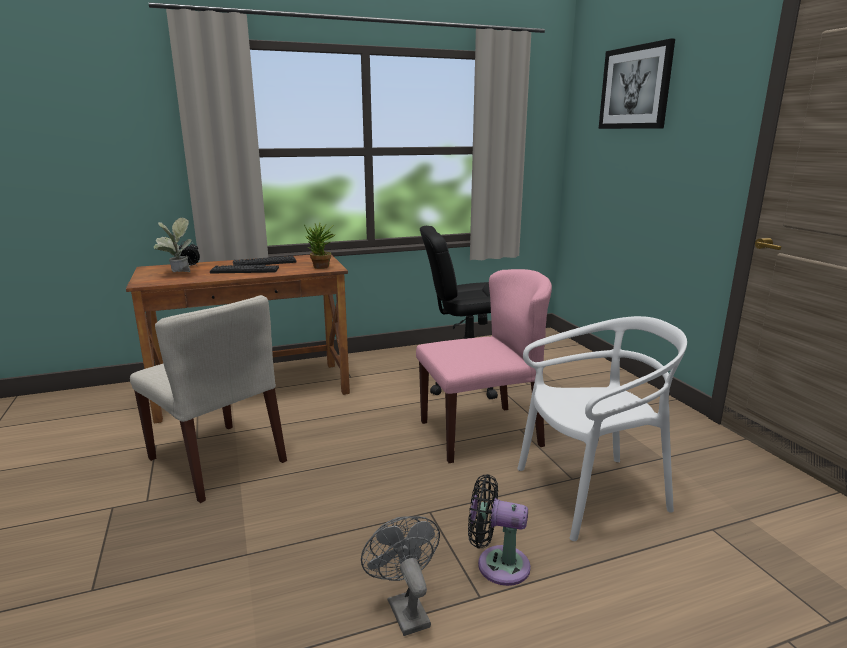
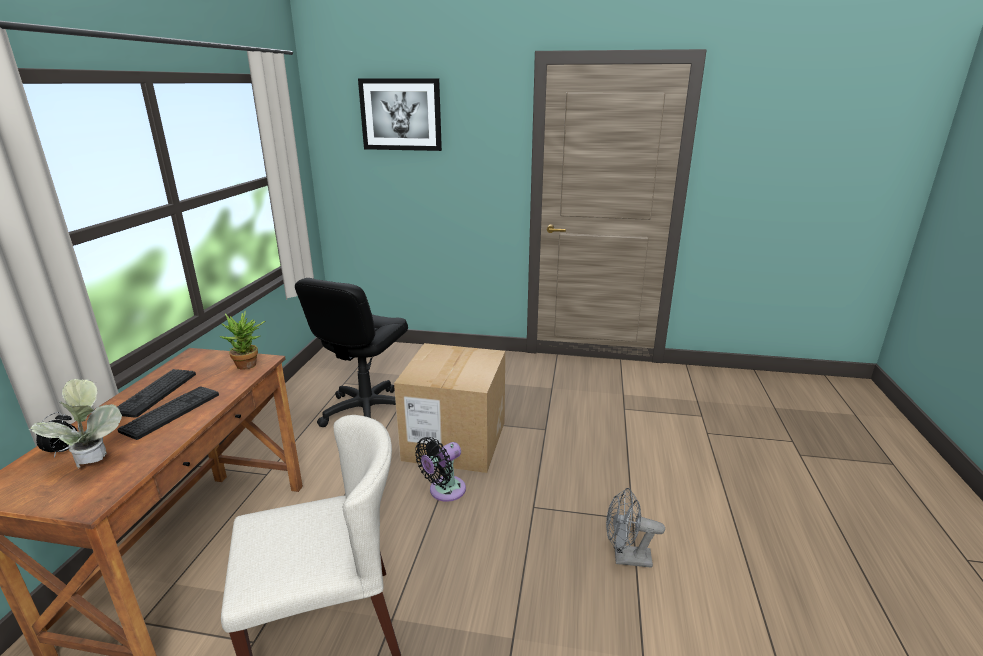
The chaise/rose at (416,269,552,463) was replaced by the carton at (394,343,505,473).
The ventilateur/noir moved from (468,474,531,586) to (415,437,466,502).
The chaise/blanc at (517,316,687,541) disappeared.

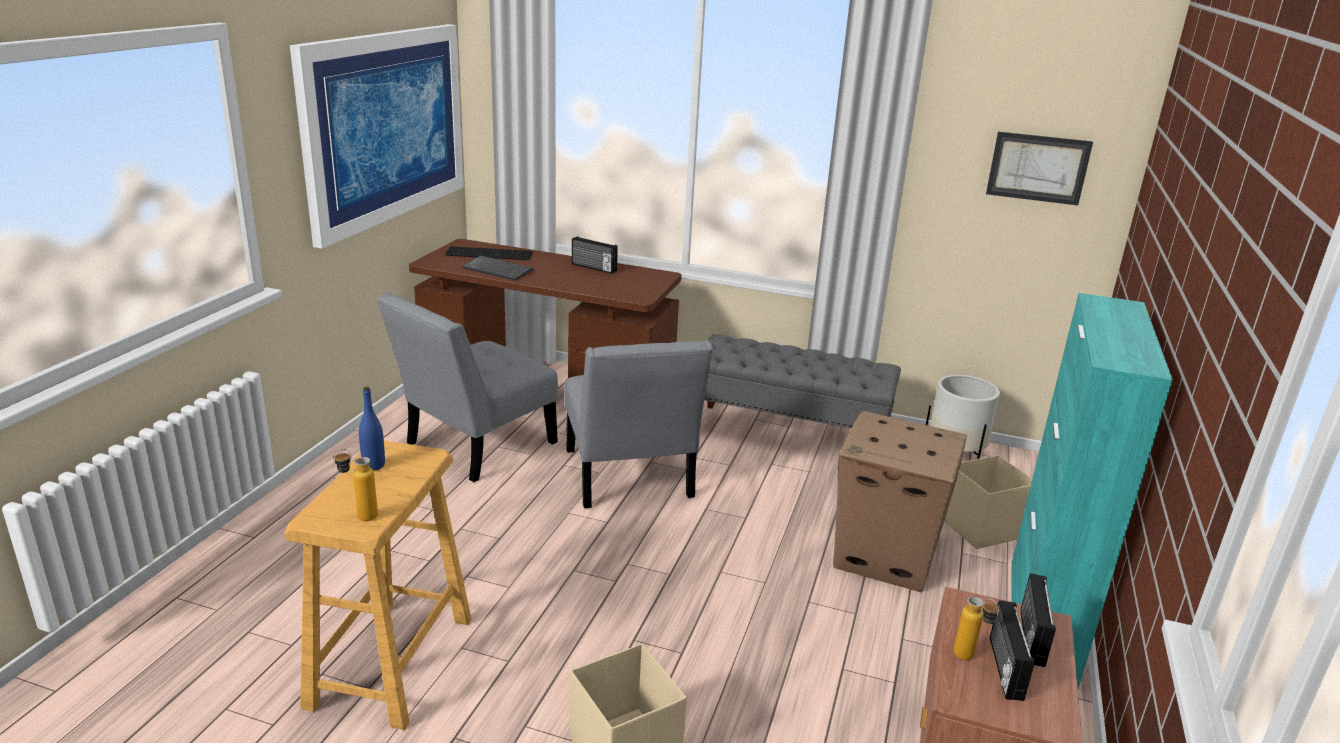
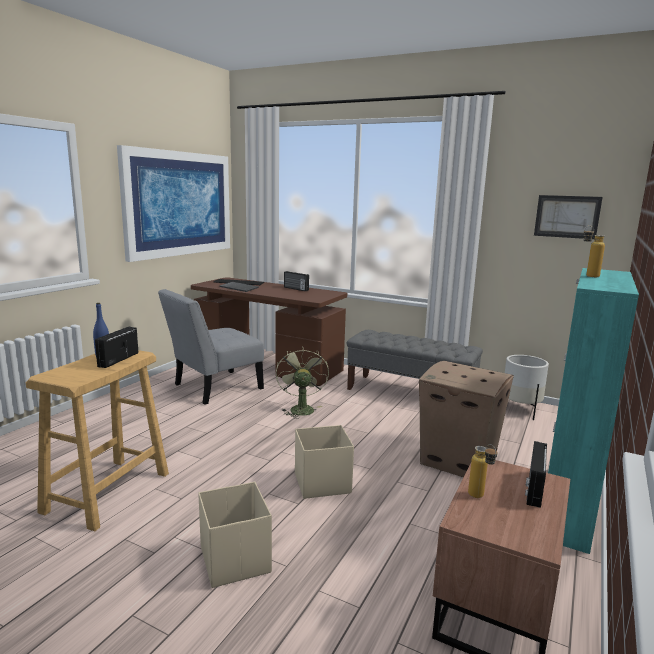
The radio moved from (990,600,1035,701) to (95,327,138,368).
The chaise/gris at (564,340,713,508) was replaced by the ventilateur/vert at (276,347,329,419).
The boîte de rangement/beige moved from (944,455,1032,549) to (295,425,354,499).
The bouteille moved from (333,449,378,521) to (583,226,605,277).

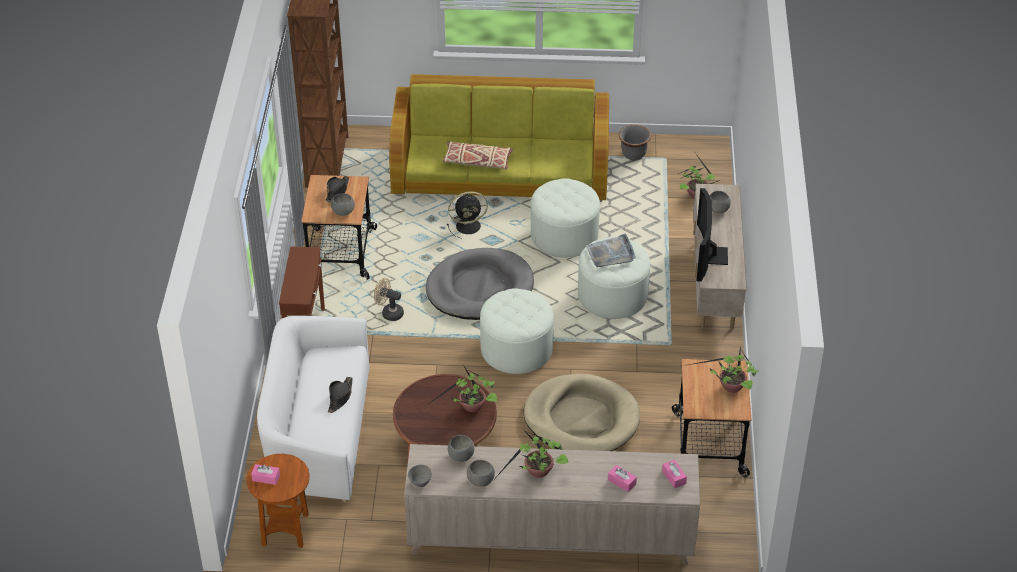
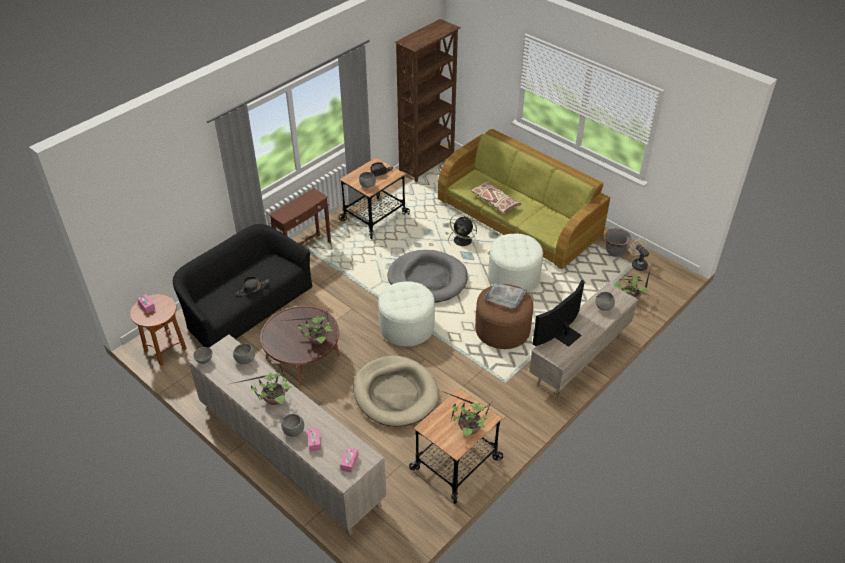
The canapé/blanc at (257,316,370,502) became the canapé/noir at (173,224,313,348).
The bol/gris moved from (467,460,495,487) to (281,414,304,437).
The pouf/blanc at (578,236,650,319) became the pouf/marron at (475,284,533,349).
The ventilateur/beige moved from (374,278,404,321) to (629,238,649,271).

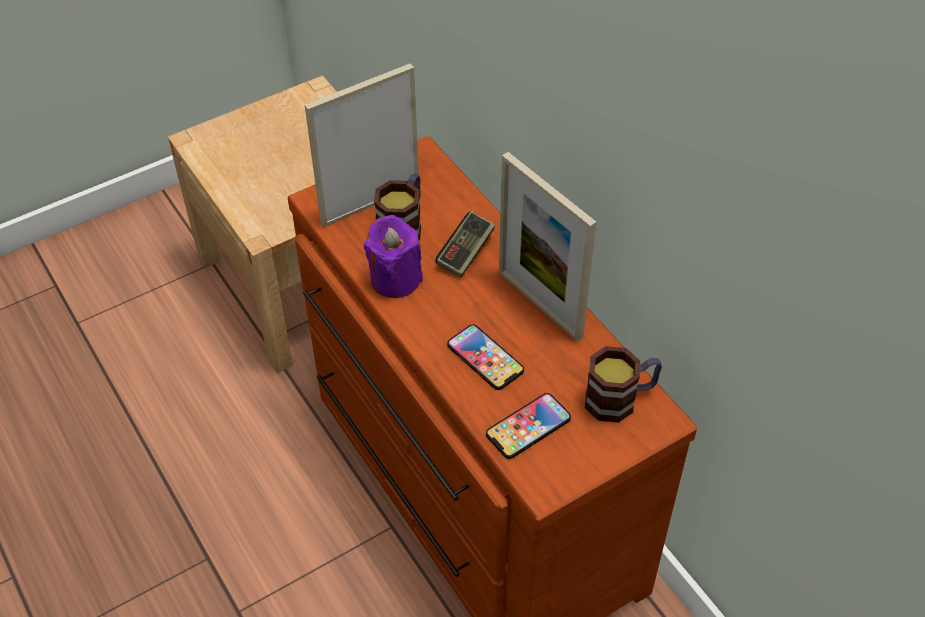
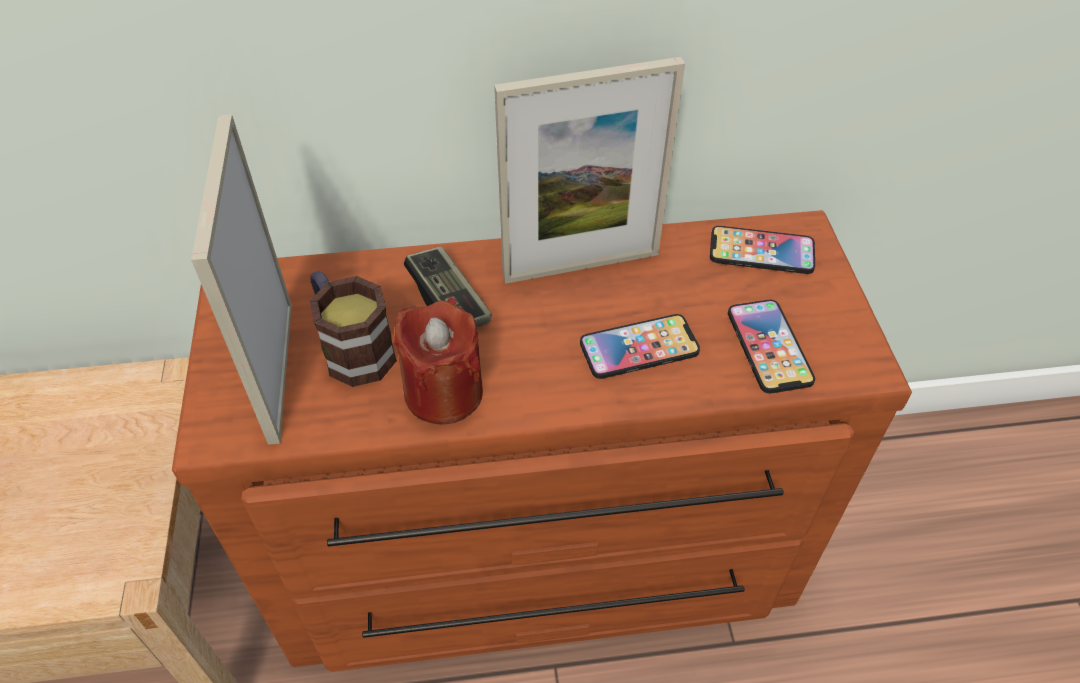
The bougie/violet at (364,215,423,298) became the bougie/rouge at (394,300,483,424).
The mug at (585,346,662,423) was replaced by the téléphone at (710,226,815,274).

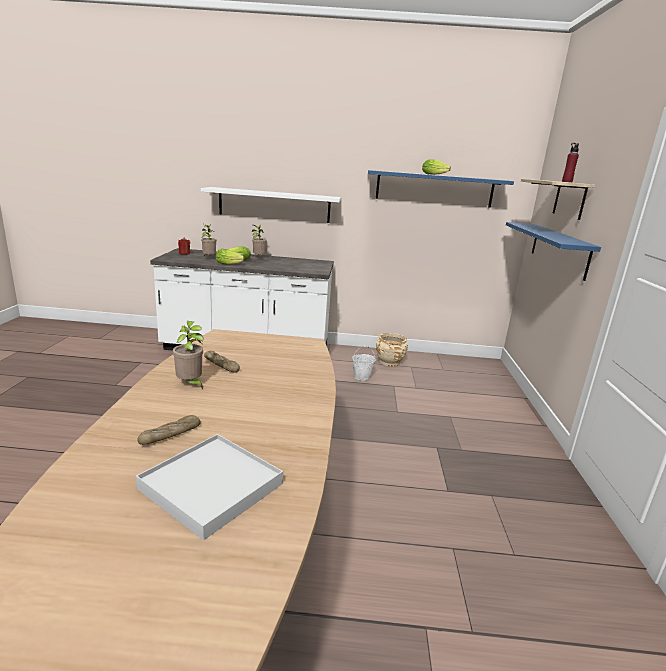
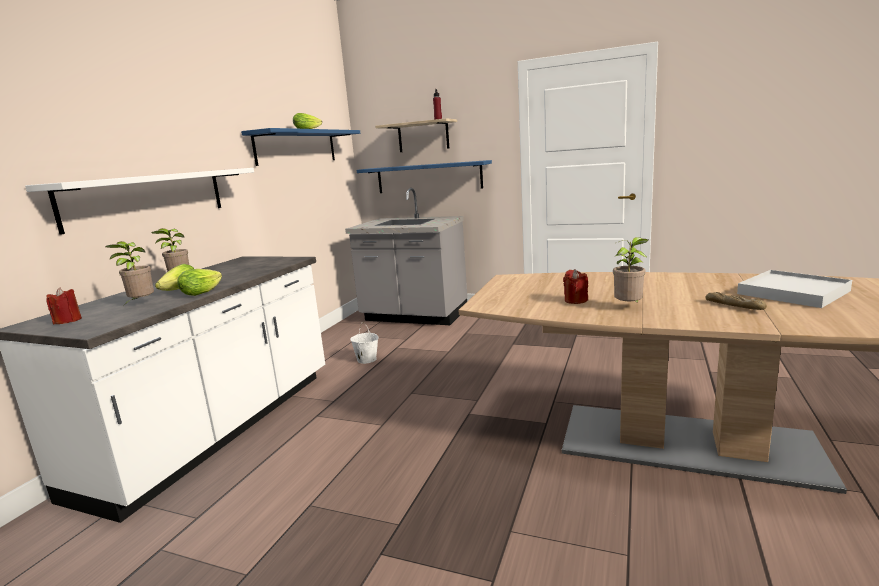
The comptoir de cuisine/gris at (345,188,467,325) appeared.
The pain at (204,351,240,373) was replaced by the bougie/rouge at (563,269,588,304).
The cache-pot/beige at (376,333,408,366) disappeared.

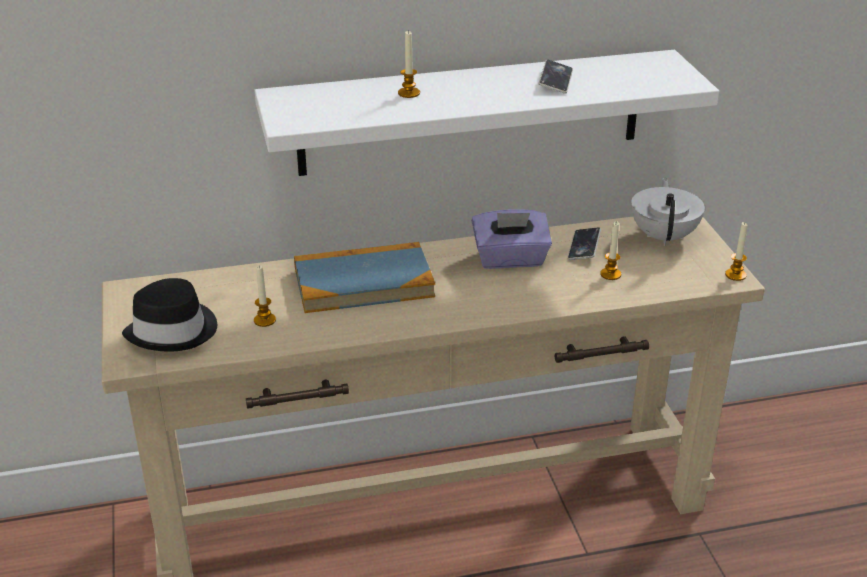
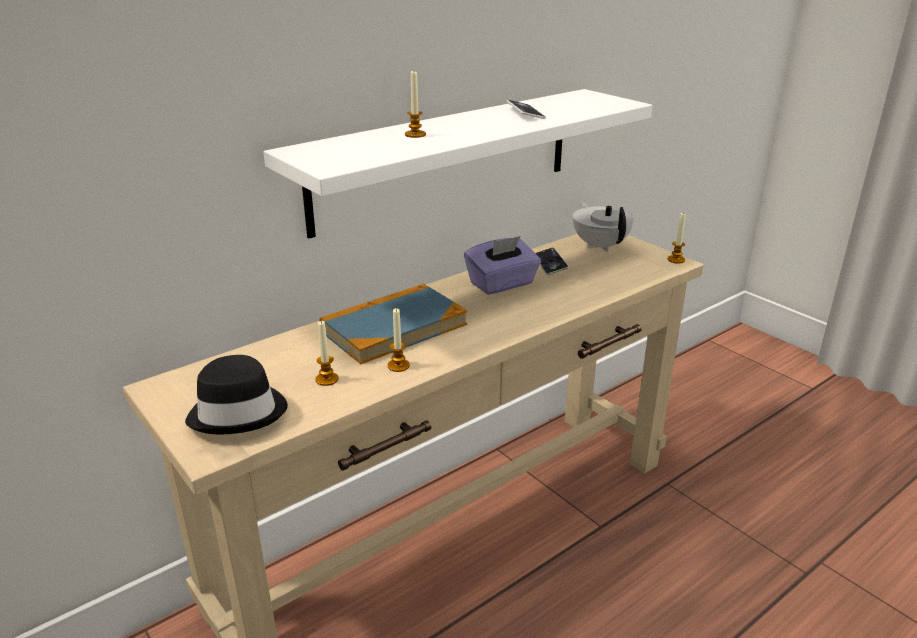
The bougie moved from (600,221,621,280) to (388,308,410,372).

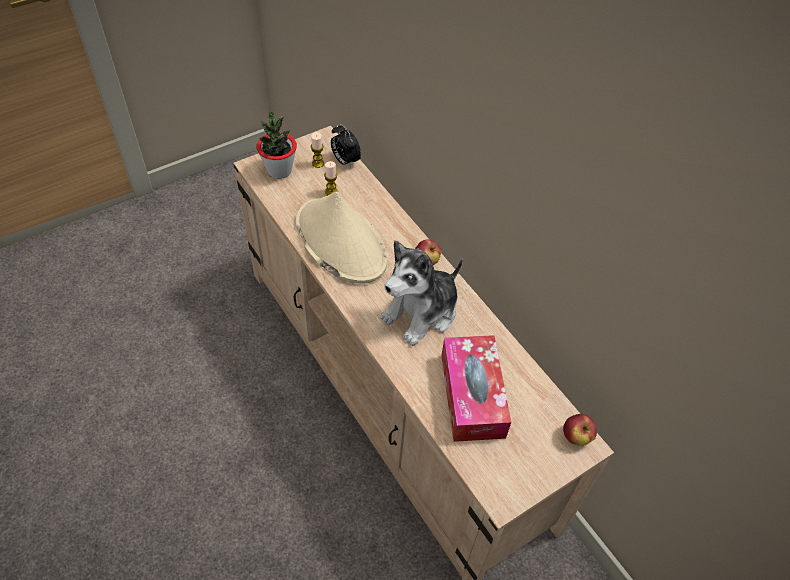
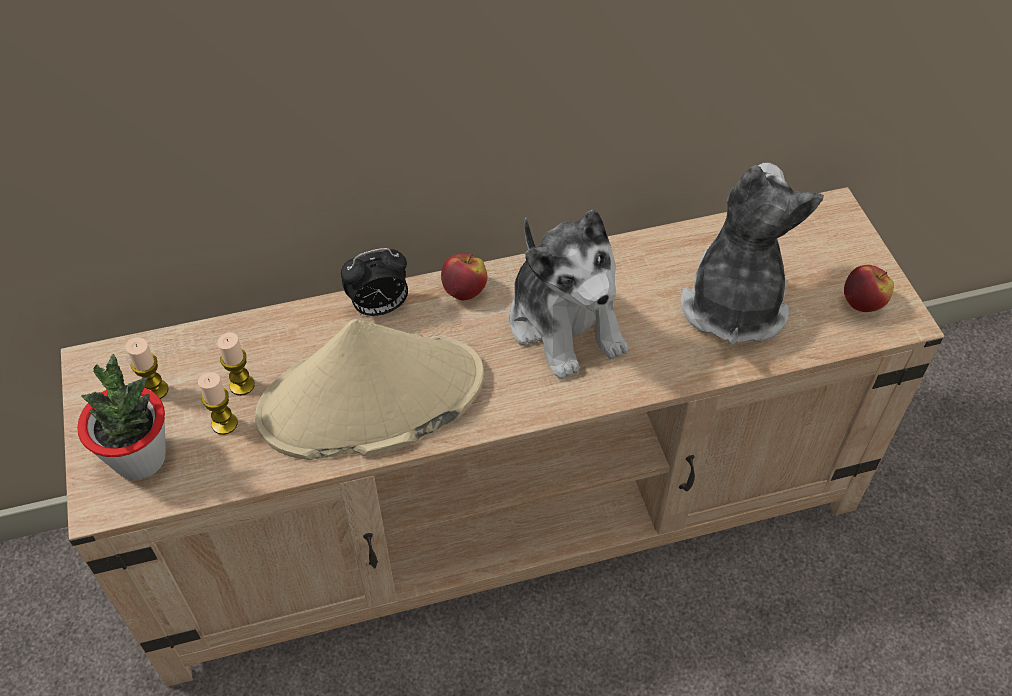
The bougie at (198,372,238,435) appeared.
The réveil moved from (331,124,361,168) to (341,248,408,316).
The boîte à mouchoirs at (441,335,511,442) was replaced by the peluche at (681,162,824,345).
The pomme moved from (563,414,597,446) to (844,265,894,312).

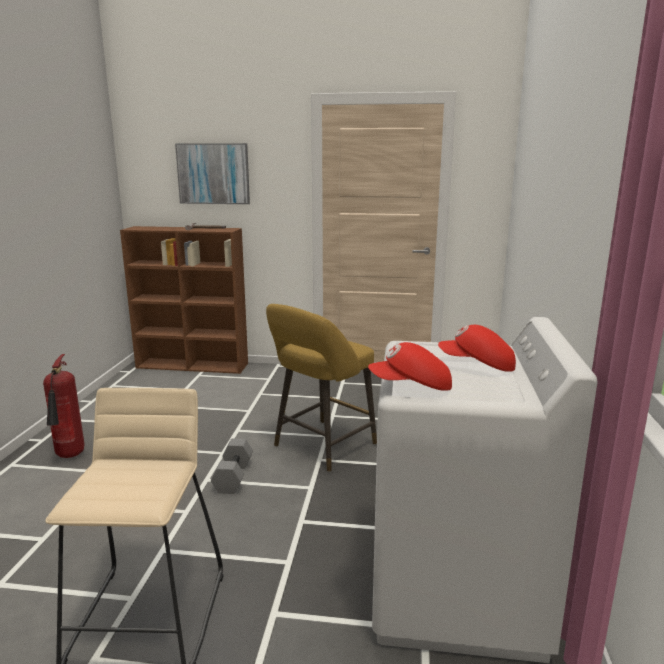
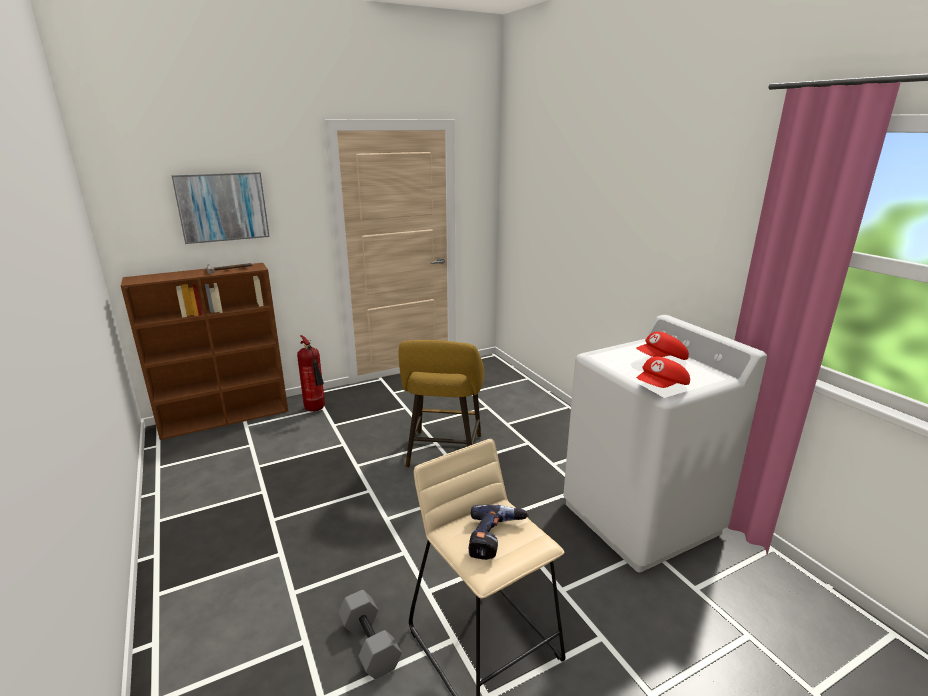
The extincteur moved from (43,354,84,458) to (297,335,325,412).
The haltère/gris moved from (211,439,253,494) to (338,590,402,680).
The perceuse at (469,505,529,560) appeared.

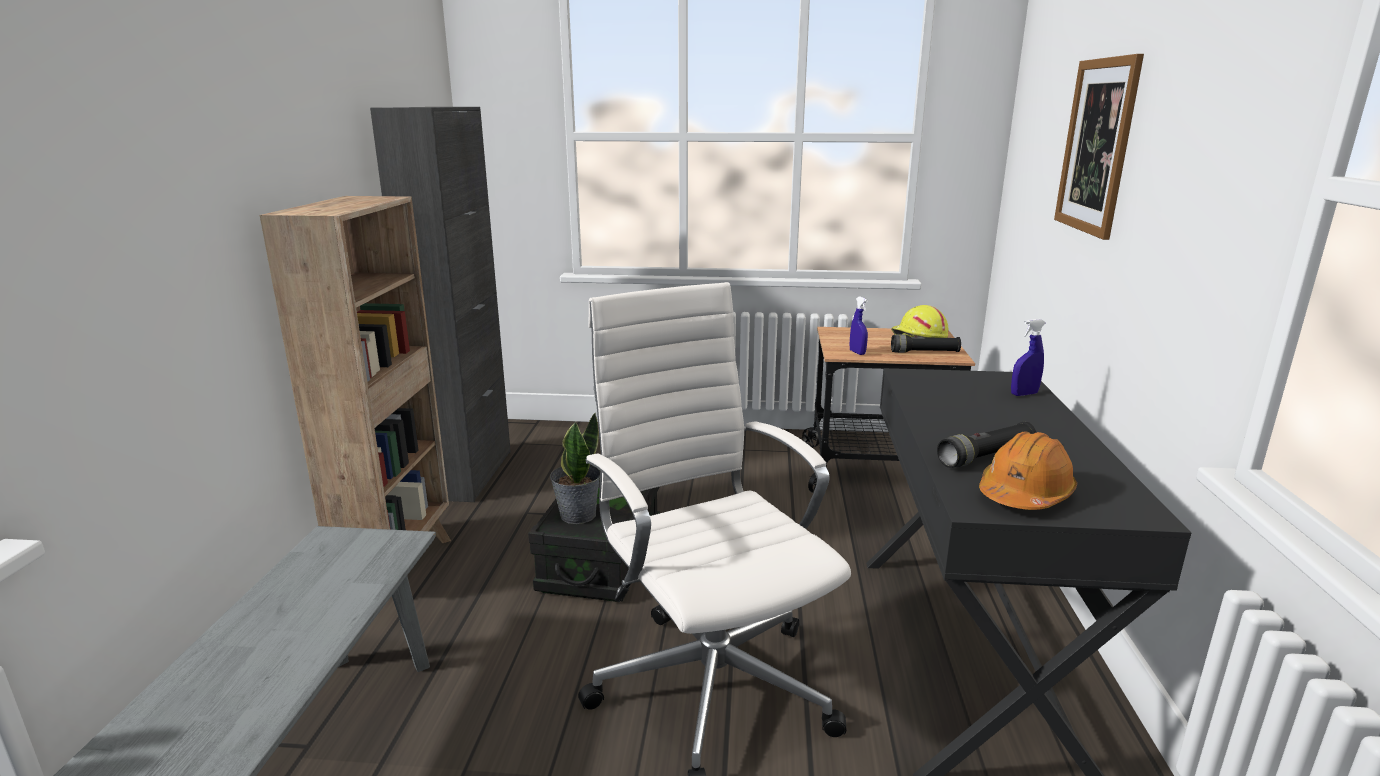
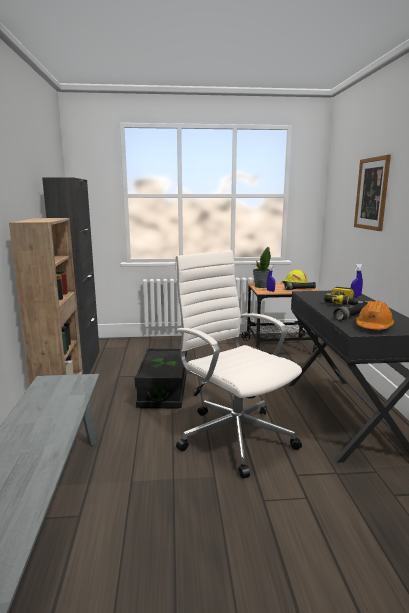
The plante en pot moved from (550,412,600,524) to (253,247,271,288).
The perceuse at (324,287,367,305) appeared.

